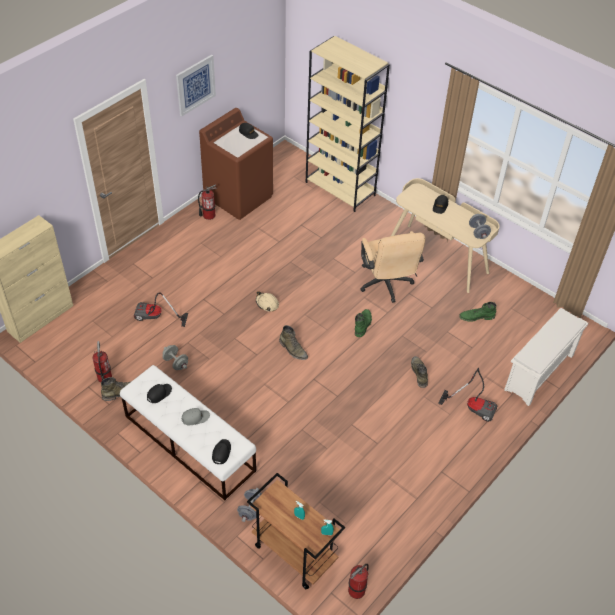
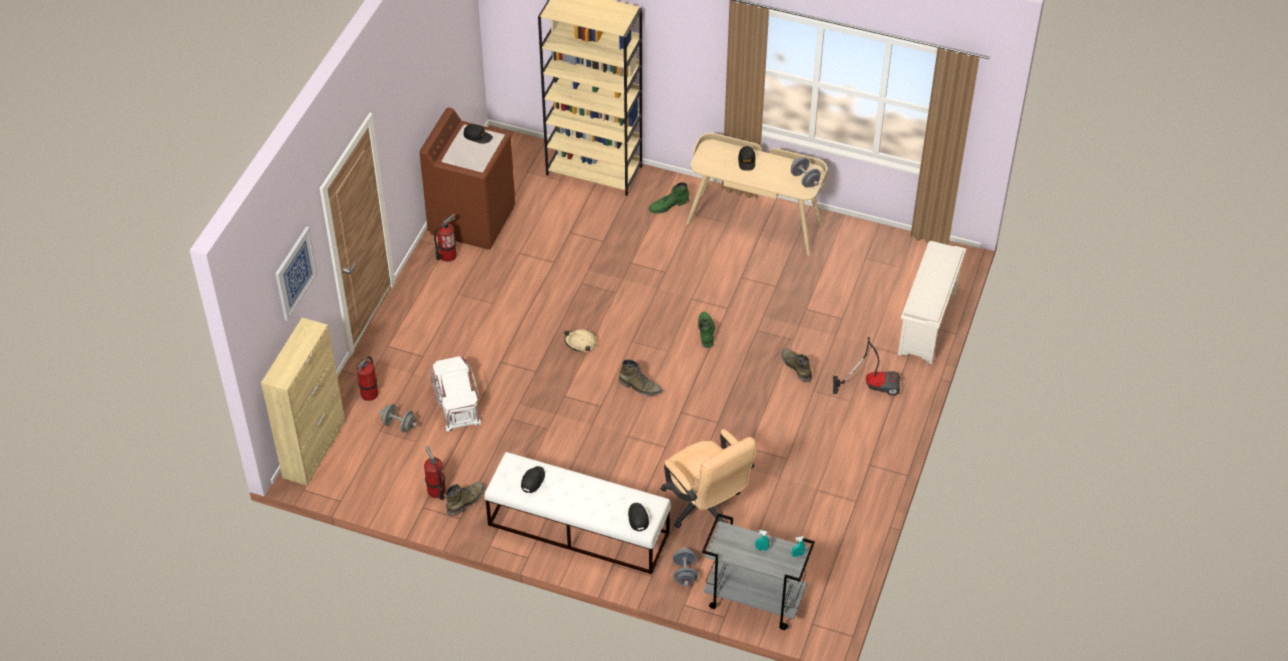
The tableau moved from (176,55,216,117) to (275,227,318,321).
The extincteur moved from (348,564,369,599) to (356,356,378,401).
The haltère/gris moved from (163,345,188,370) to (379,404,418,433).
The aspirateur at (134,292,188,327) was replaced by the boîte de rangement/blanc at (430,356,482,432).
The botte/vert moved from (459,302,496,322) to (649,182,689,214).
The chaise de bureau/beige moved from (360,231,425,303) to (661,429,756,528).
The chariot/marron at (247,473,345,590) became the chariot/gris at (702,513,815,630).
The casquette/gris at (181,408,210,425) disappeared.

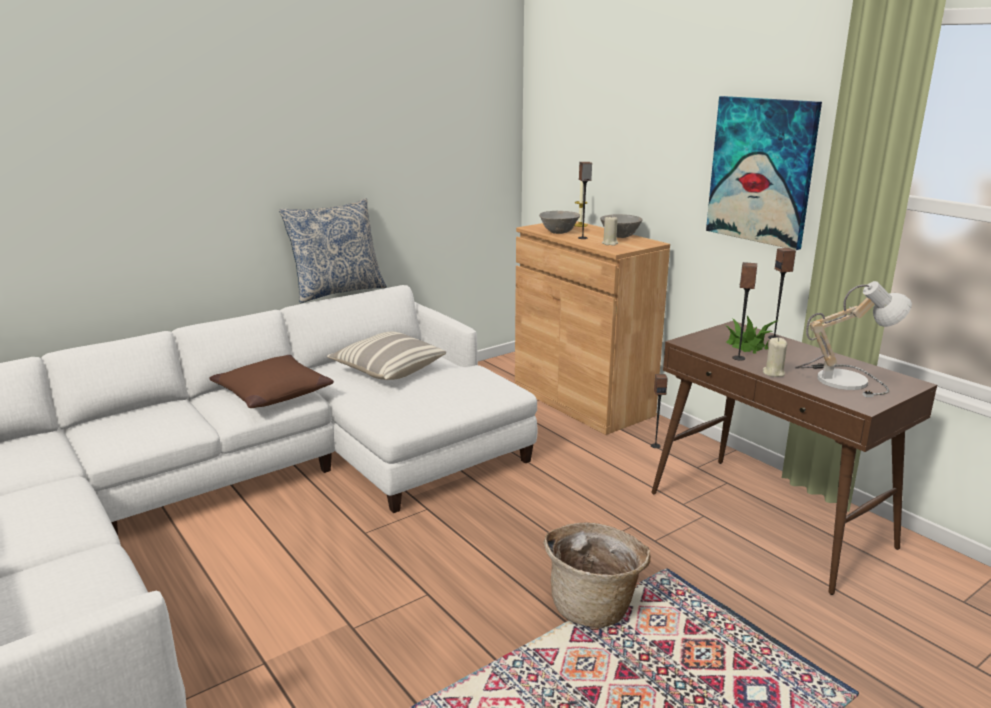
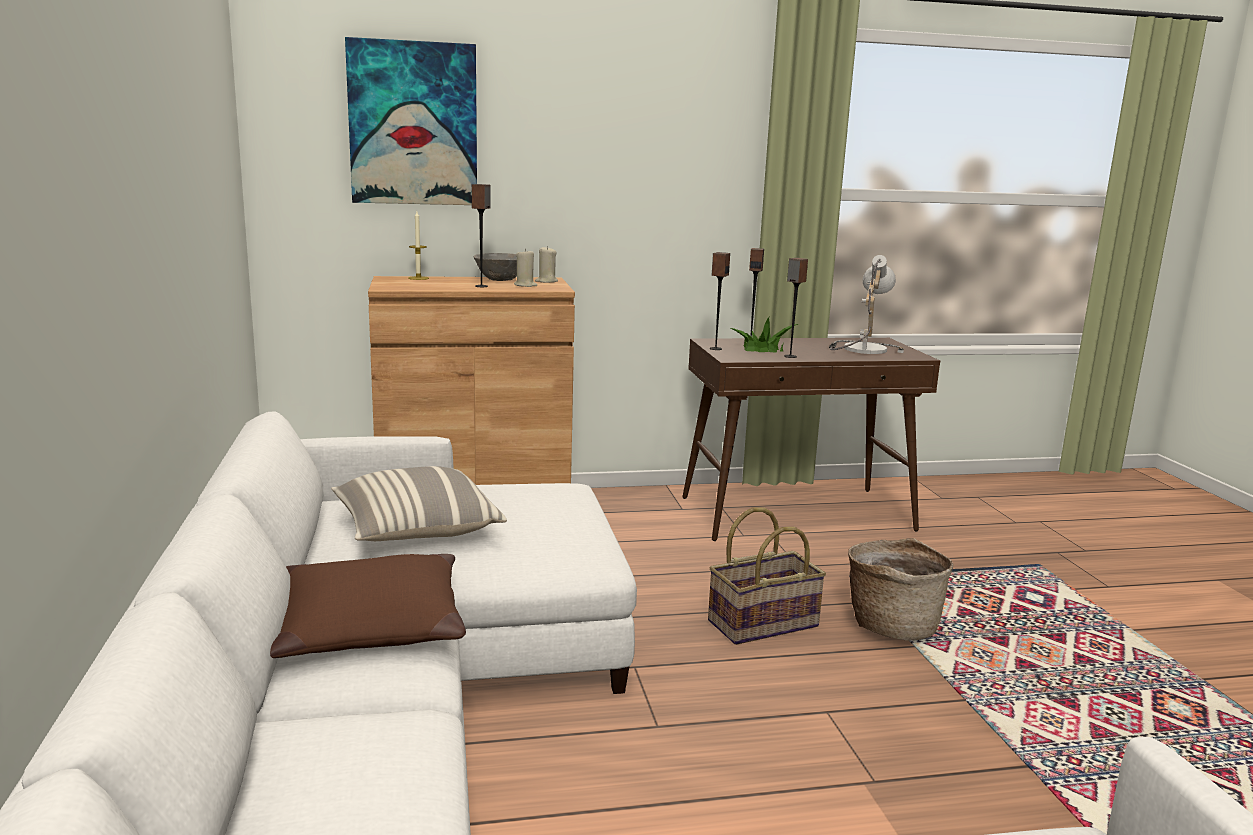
The tableau moved from (706,96,822,250) to (345,37,477,205).
The bougie/beige moved from (763,337,787,377) to (535,246,558,283).
The panier at (708,507,826,645) appeared.
The enceinte moved from (651,374,668,448) to (710,252,730,350).
The coussin at (279,198,387,303) disappeared.
The bol/gris at (539,211,581,234) disappeared.

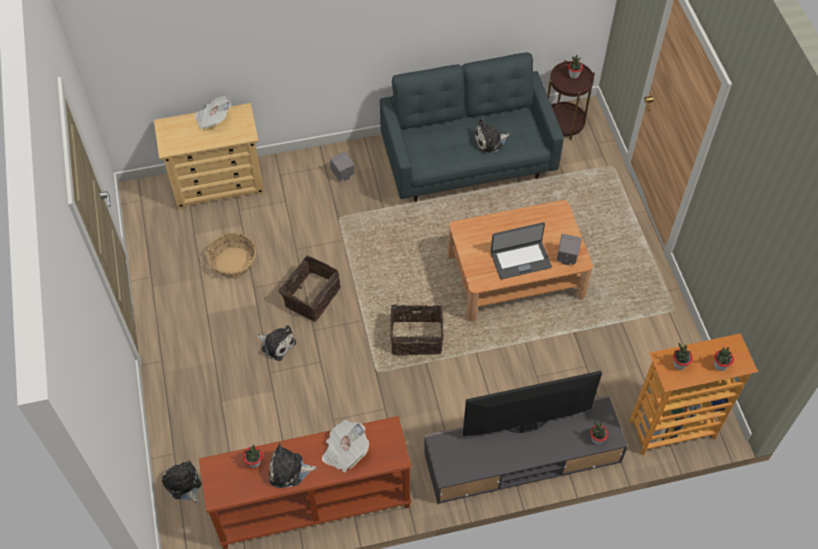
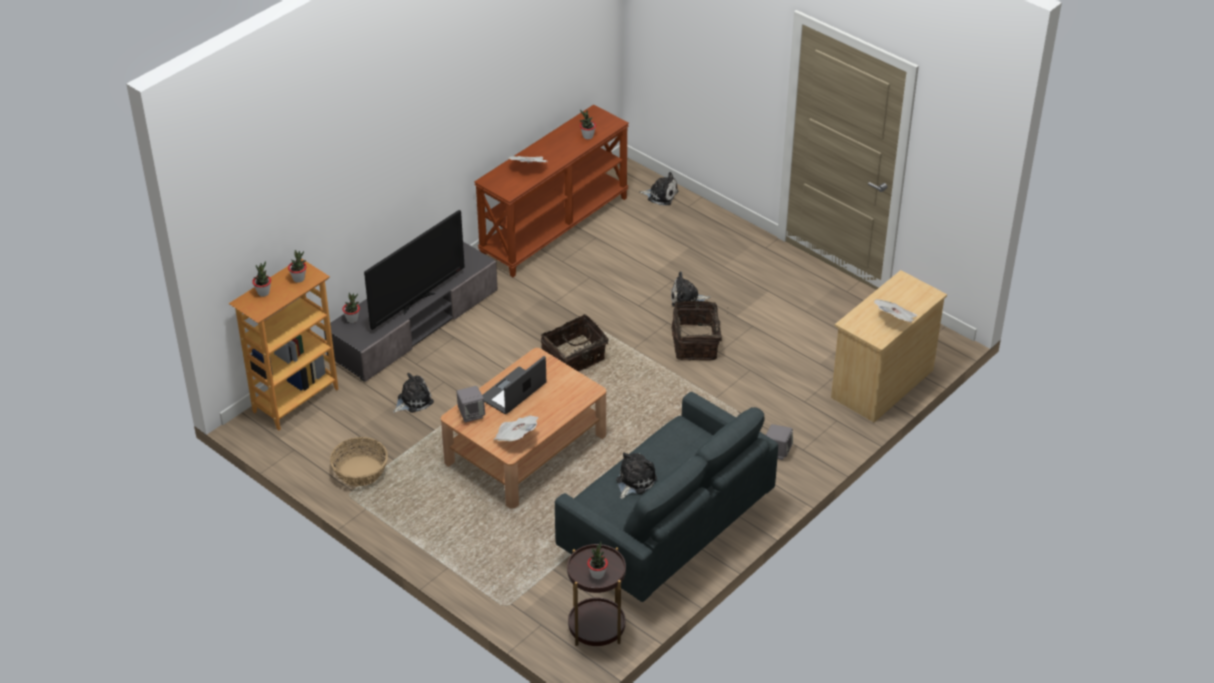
The panier moved from (207,233,256,278) to (330,437,388,487).
The peluche moved from (269,444,317,488) to (393,373,434,413).
The journal at (494,415,539,441) appeared.

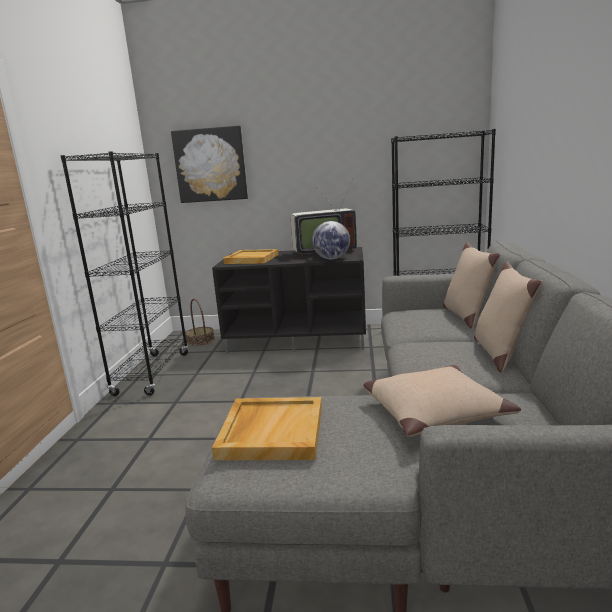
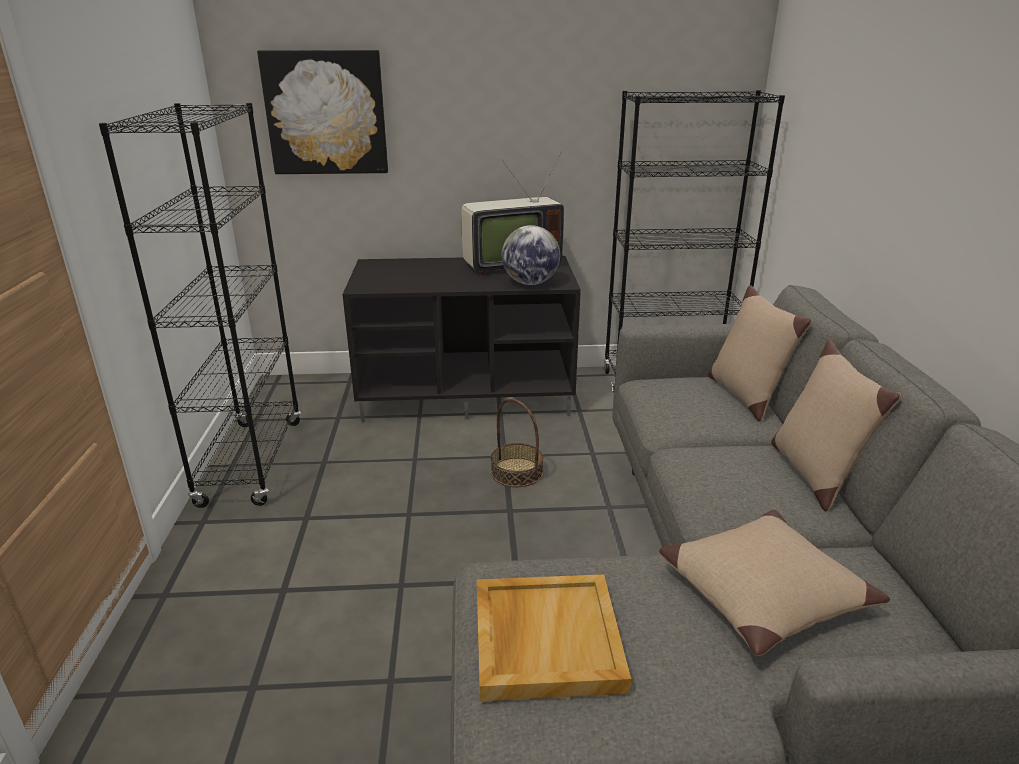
The panier moved from (185,299,215,346) to (491,398,544,487).
The plateau/beige at (223,249,278,264) disappeared.

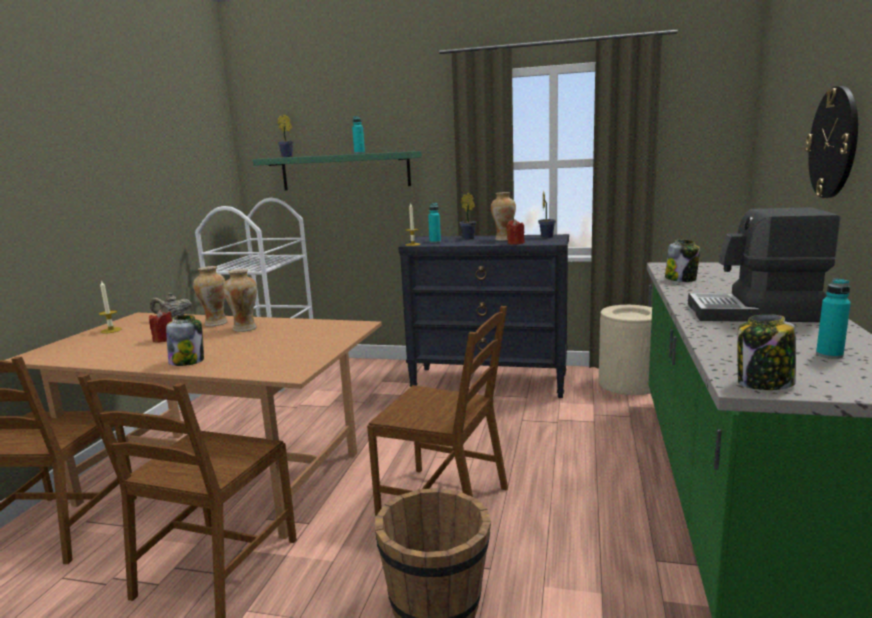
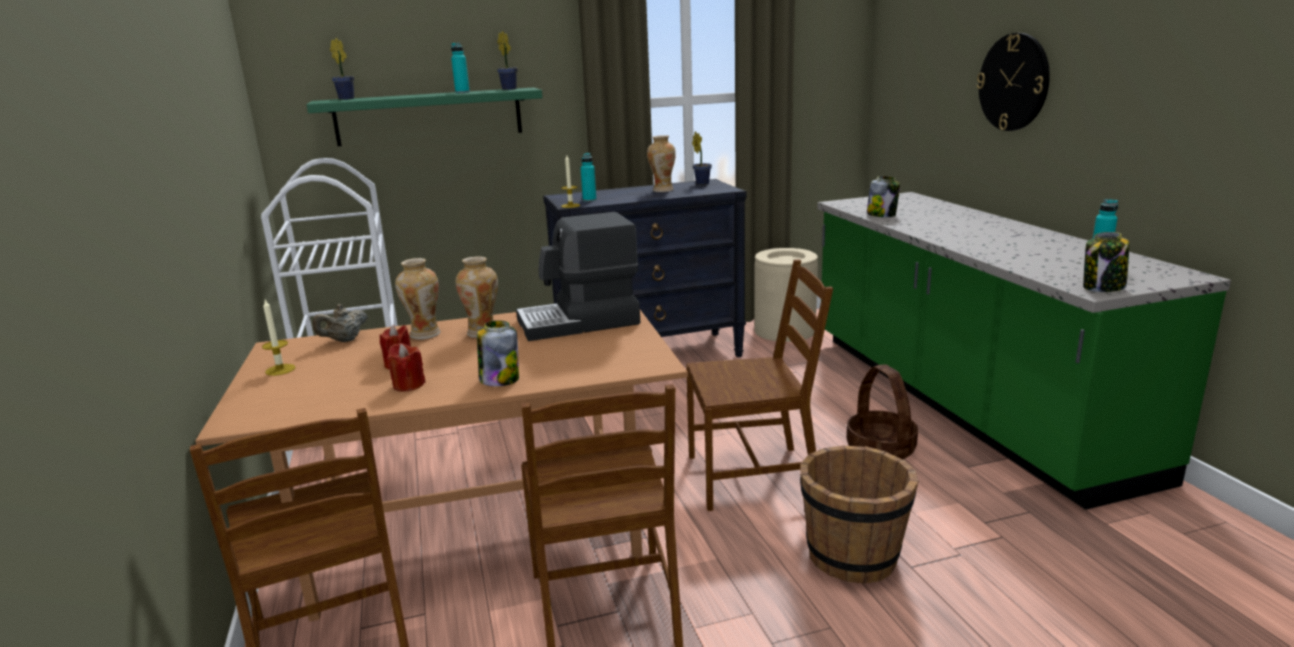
The bougie/rouge moved from (506,219,525,245) to (387,343,426,391).
The plante en pot moved from (460,192,476,239) to (497,31,518,90).
The machine à café moved from (688,207,840,322) to (516,212,640,341).
The panier at (846,364,918,460) appeared.

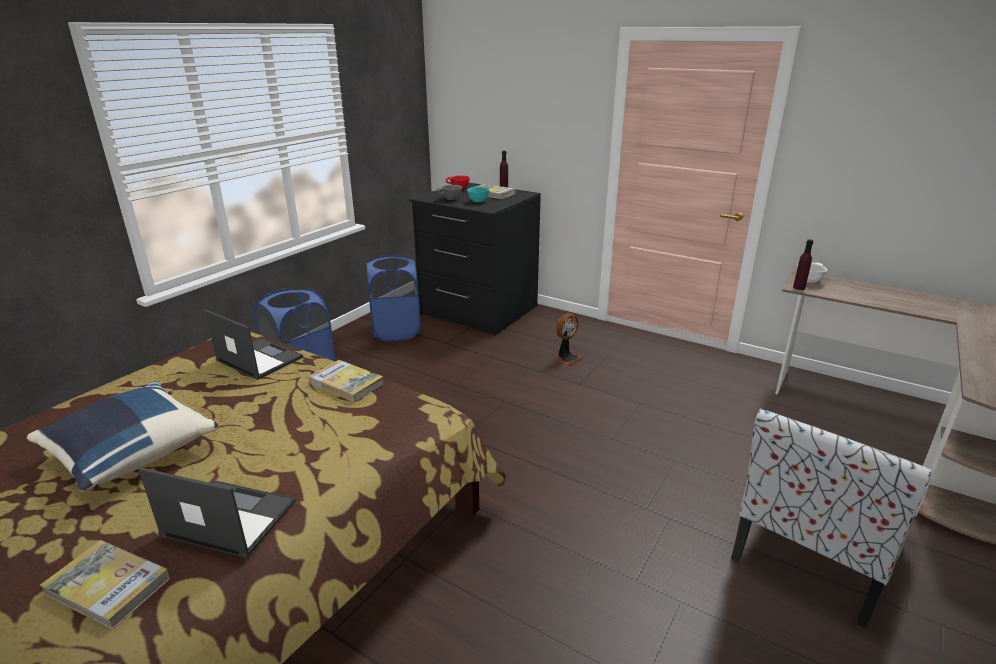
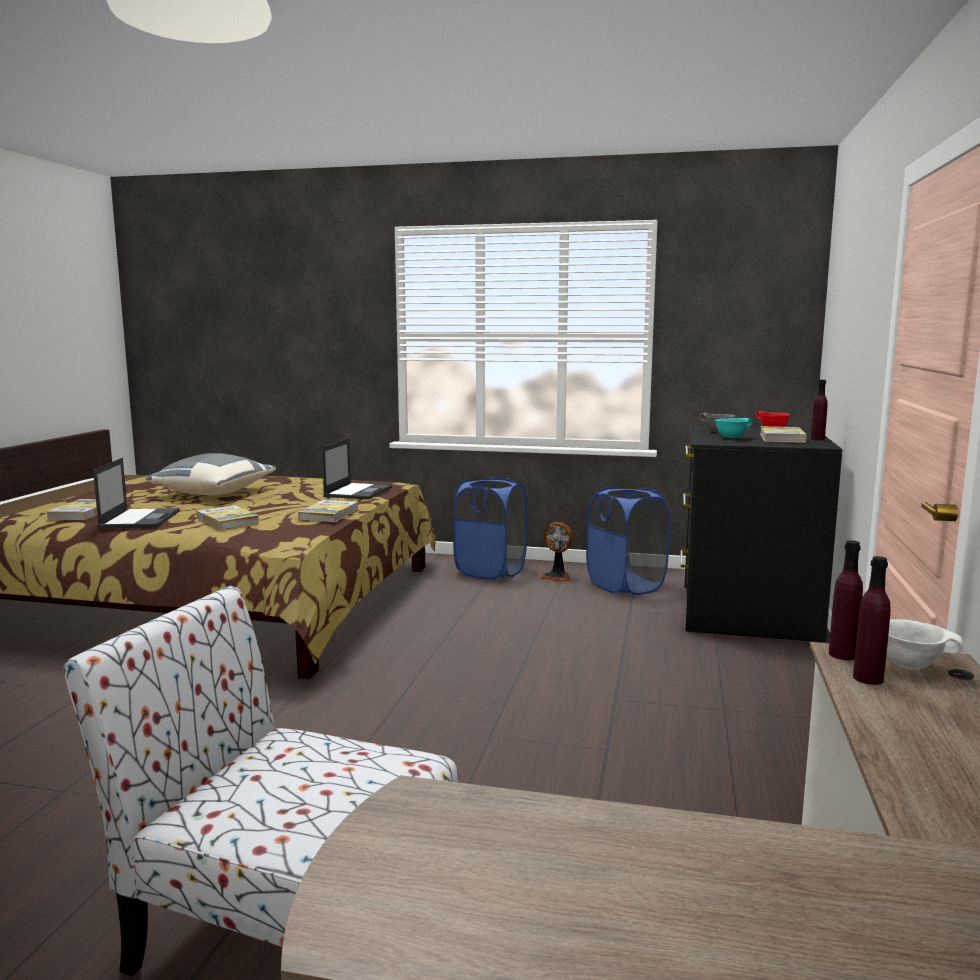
The coussin/bleu at (27,381,218,492) became the coussin/gris at (146,453,276,495).
The livre at (196,505,260,530) appeared.
The ventilateur moved from (555,313,583,367) to (539,522,573,582).
The bouteille/violet at (853,556,891,685) appeared.

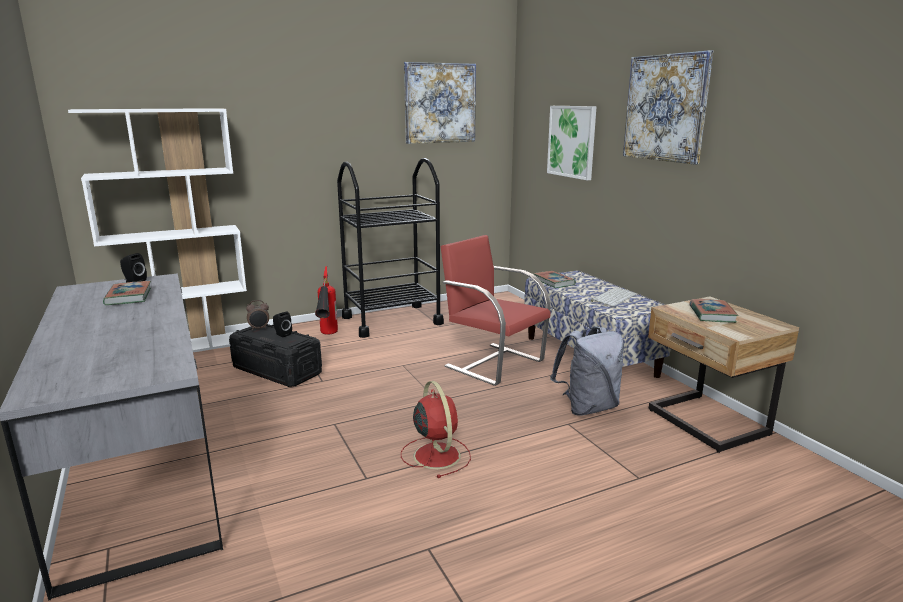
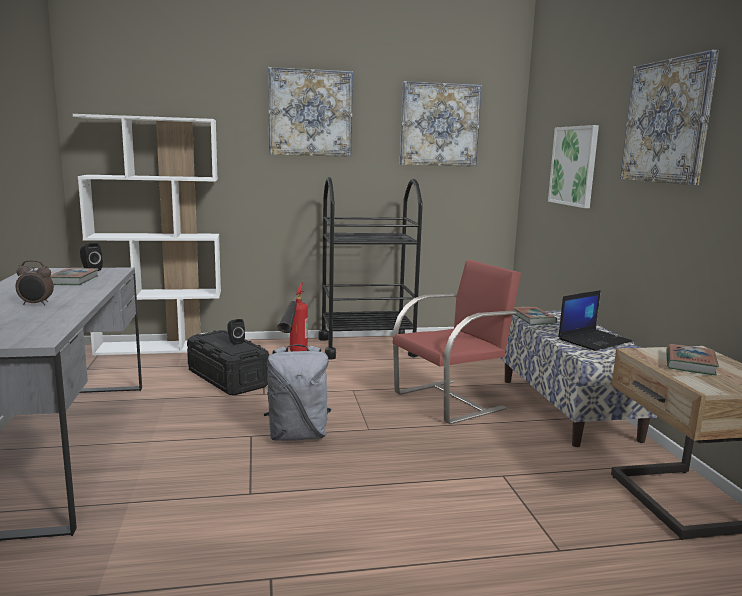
The réveil moved from (246,300,269,330) to (15,260,54,305).
The sac à dos/gris moved from (550,326,624,416) to (264,345,331,441).
The tableau at (268,67,353,157) appeared.
The chaise/rouge at (440,235,550,386) turned 90 degrees clockwise.
The clavier at (591,287,637,307) was replaced by the ordinateur portable at (558,290,632,351).
The ventilateur/rouge at (401,381,471,478) disappeared.

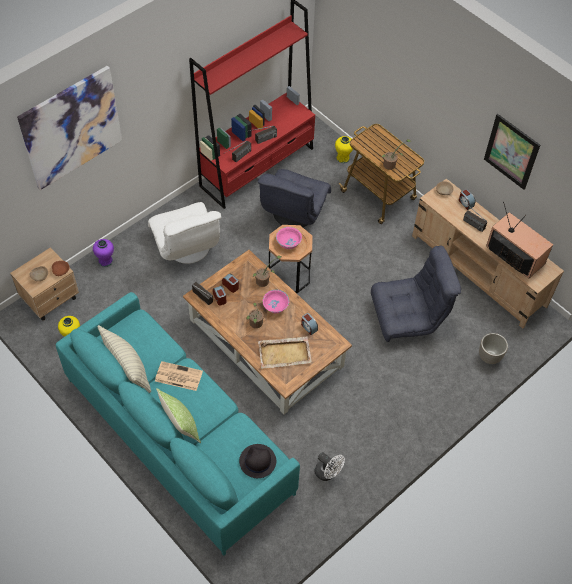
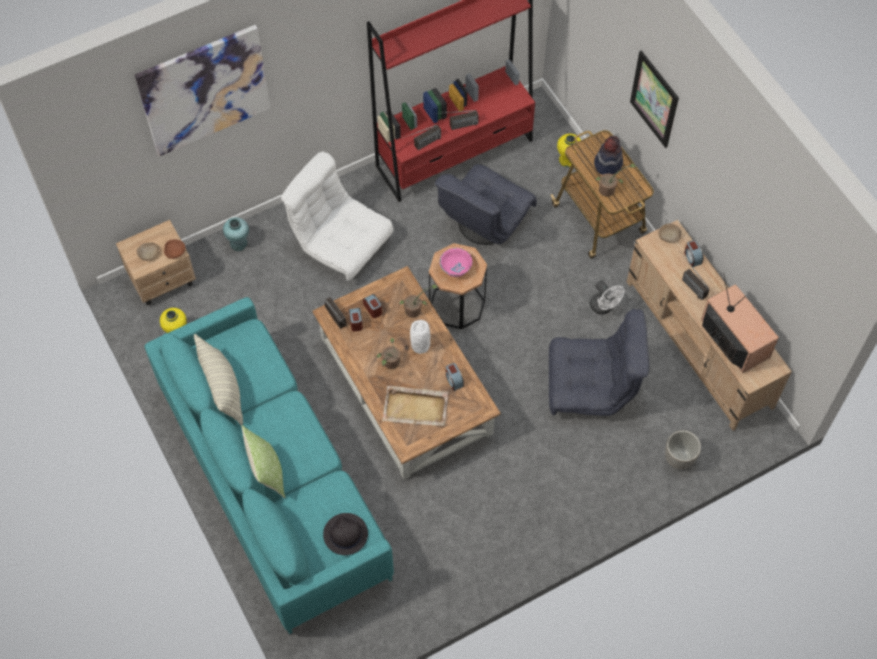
The vase/violet at (93,239,114,267) became the vase/turquoise at (223,217,249,251).
The fauteuil/blanc at (148,202,221,264) turned 135 degrees clockwise.
The bol/rose at (263,289,289,313) was replaced by the vase/blanc at (410,320,431,354).
The ventilateur/blanc moved from (314,452,345,481) to (590,280,625,315).
The chapeau at (594,136,623,175) appeared.
The tableau moved from (484,114,540,190) to (630,50,679,148).
The journal at (155,361,203,391) disappeared.

